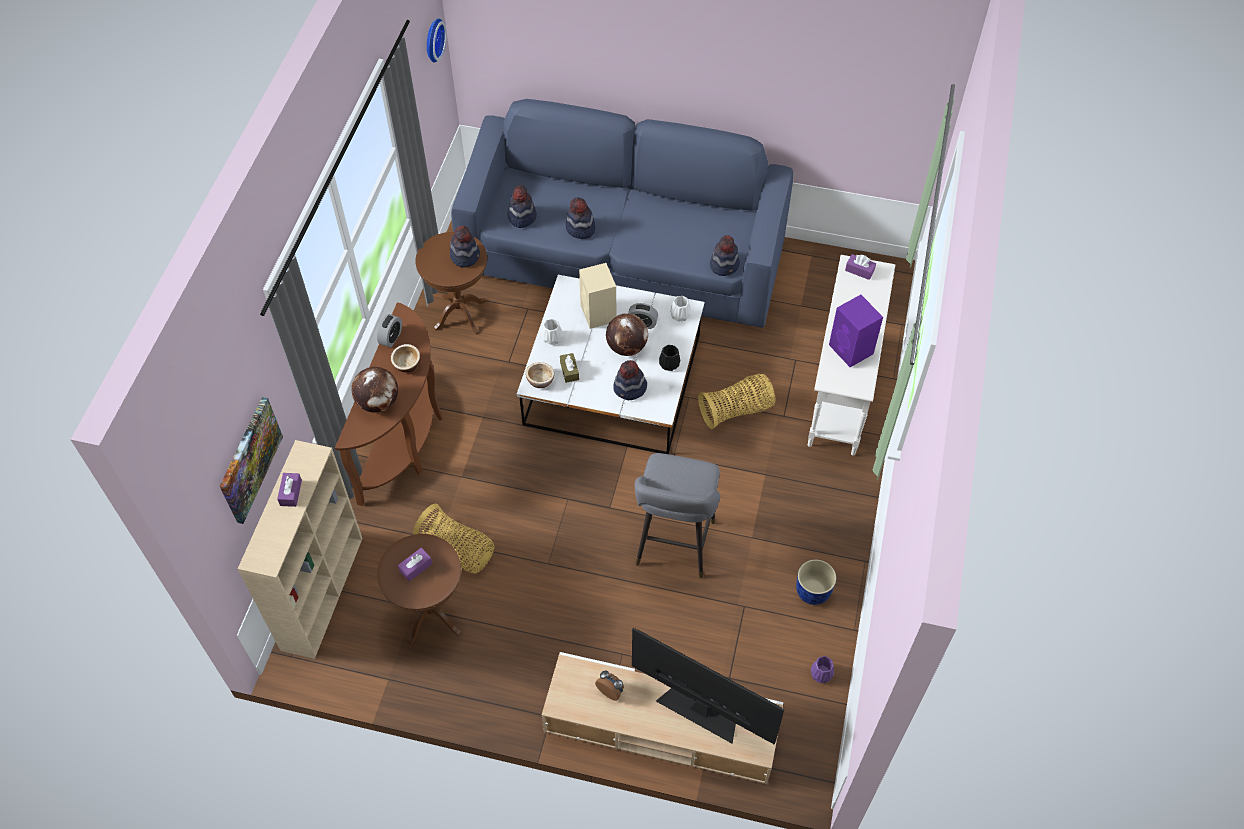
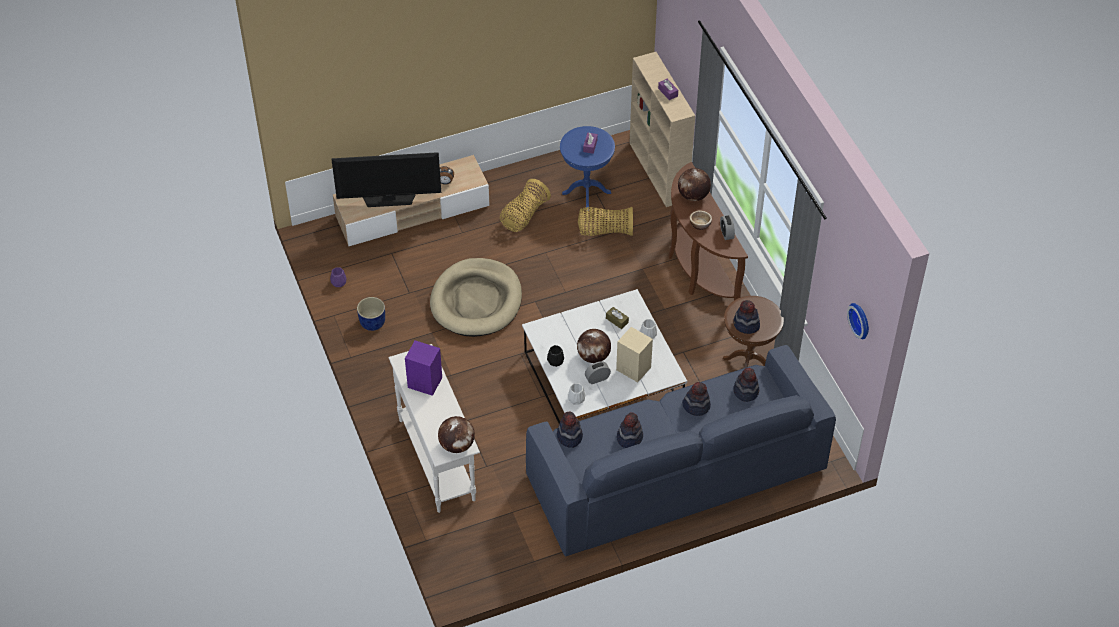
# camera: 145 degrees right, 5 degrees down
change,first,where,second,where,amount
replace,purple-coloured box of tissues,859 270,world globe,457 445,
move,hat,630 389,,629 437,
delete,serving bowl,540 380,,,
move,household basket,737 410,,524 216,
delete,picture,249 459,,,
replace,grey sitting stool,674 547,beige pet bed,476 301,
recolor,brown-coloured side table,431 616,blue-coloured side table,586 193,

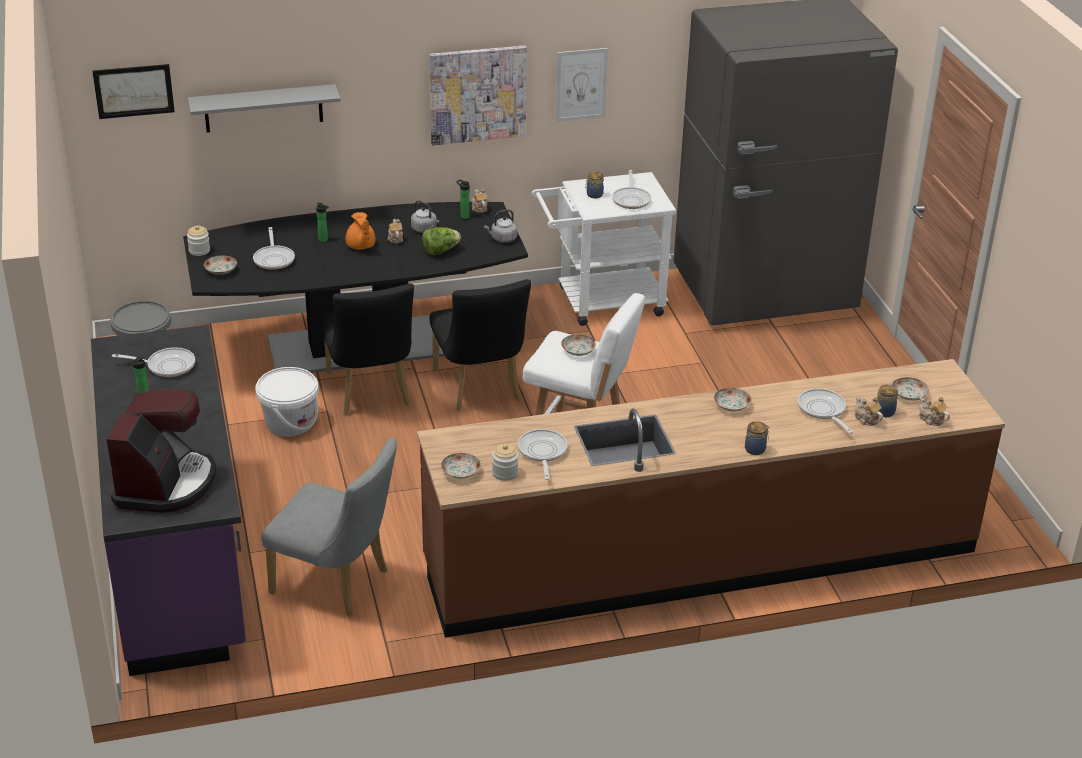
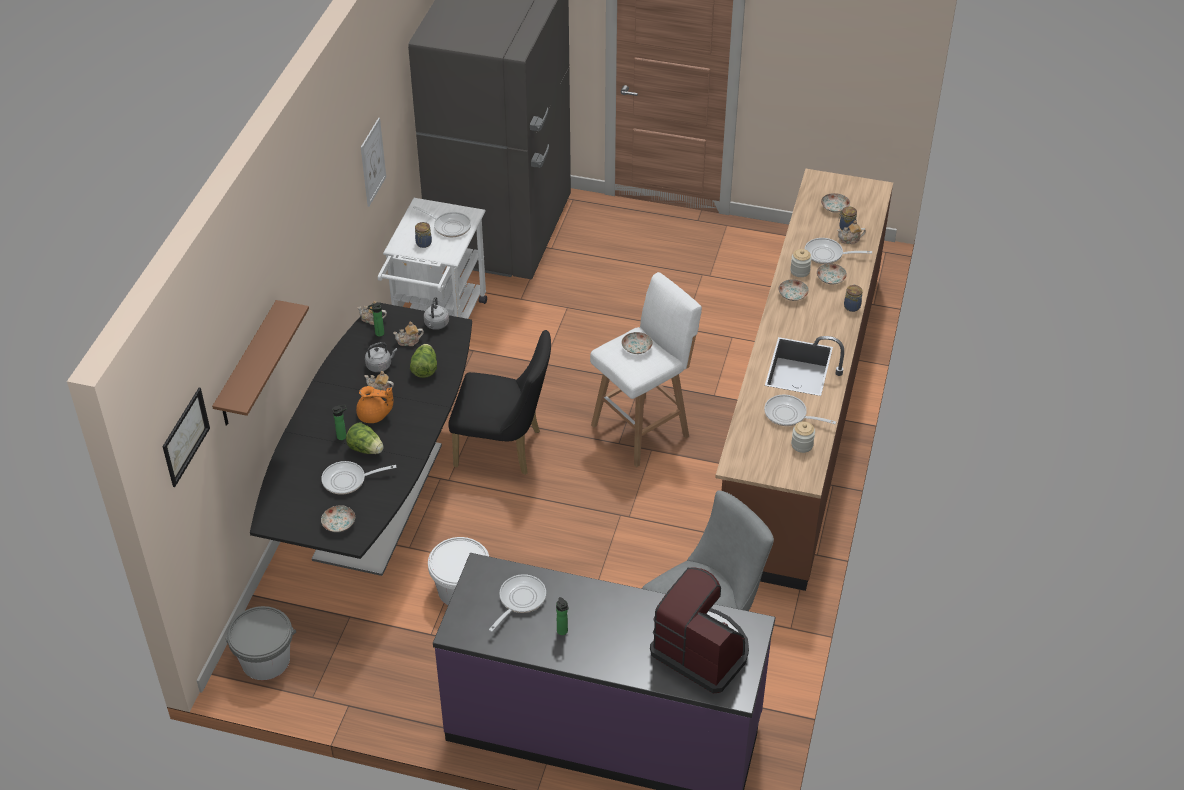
# camera: 60 degrees left, 10 degrees up
change,first,where,second,where,amount
delete,picture,477 94,,,
recolor,grey wall shelf,263 108,brown-coloured wall shelf,248 366,
move,preserve jar,199 251,,800 271,
rotate,frying pan,274 259,,348 480,150 degrees clockwise
delete,black-coloured upright chair,370 393,,,
move,tea pot,931 419,,409 341,
move,flat dish,461 472,,830 279,
insert,,,head of lettuce,366 449,

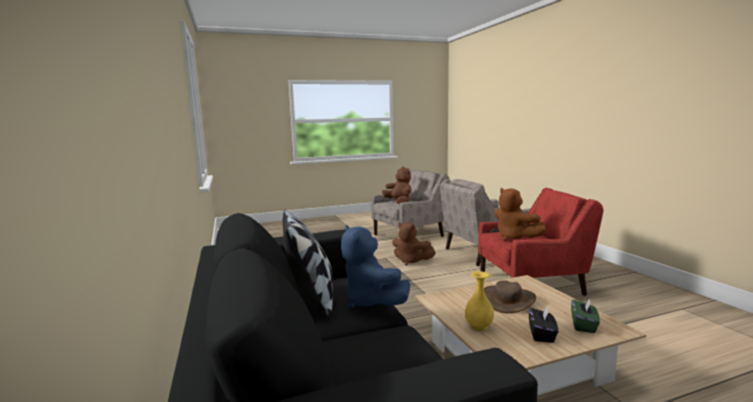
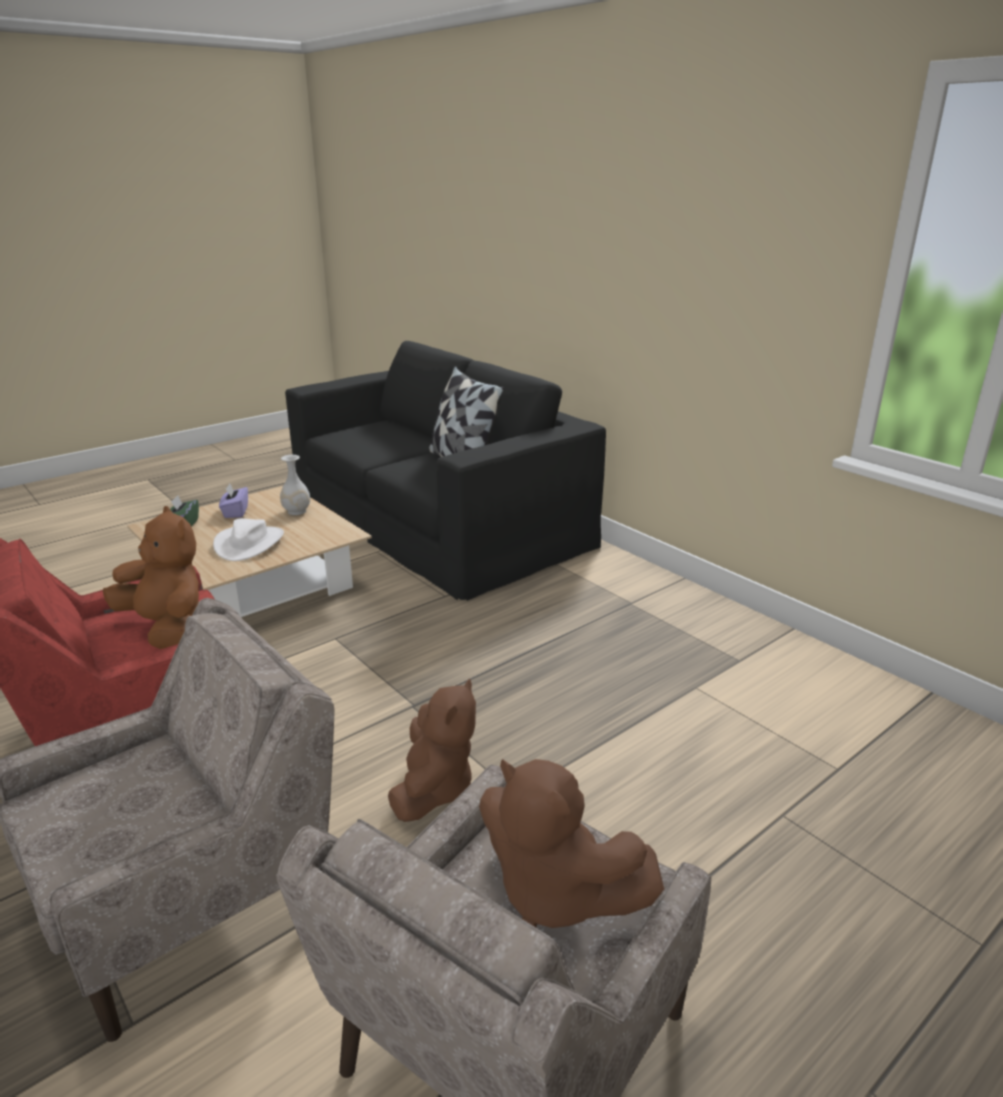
# camera: 160 degrees right, 15 degrees up
change,first,where,second,where,amount
rotate,brown-coloured soft toy,411 261,,434 788,90 degrees clockwise
delete,blue-coloured soft toy,371 301,,,
recolor,yellow-coloured flower vase,479 326,white-coloured flower vase,296 511,
recolor,brown-coloured hat,508 300,white-coloured hat,249 543,
recolor,black-coloured box of tissues,542 334,purple-coloured box of tissues,235 512,

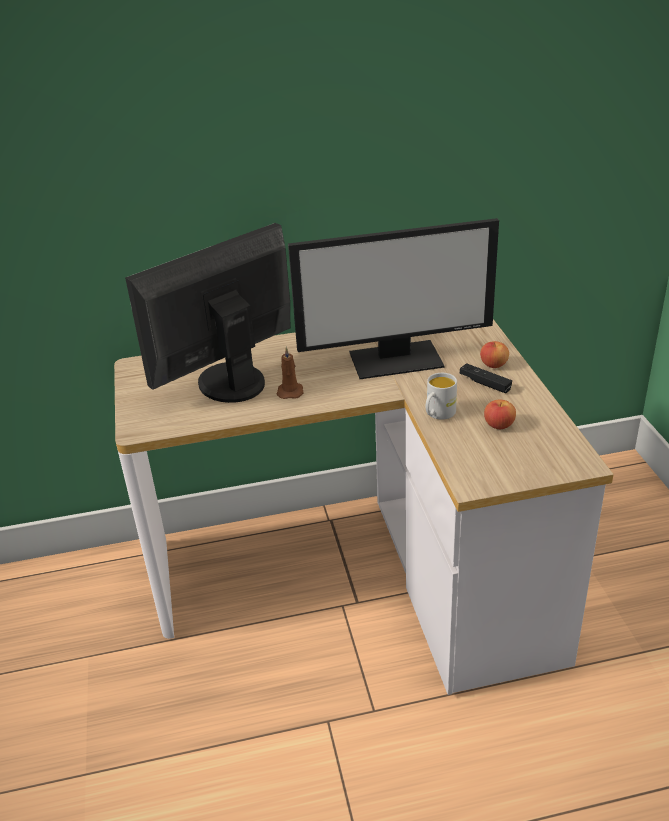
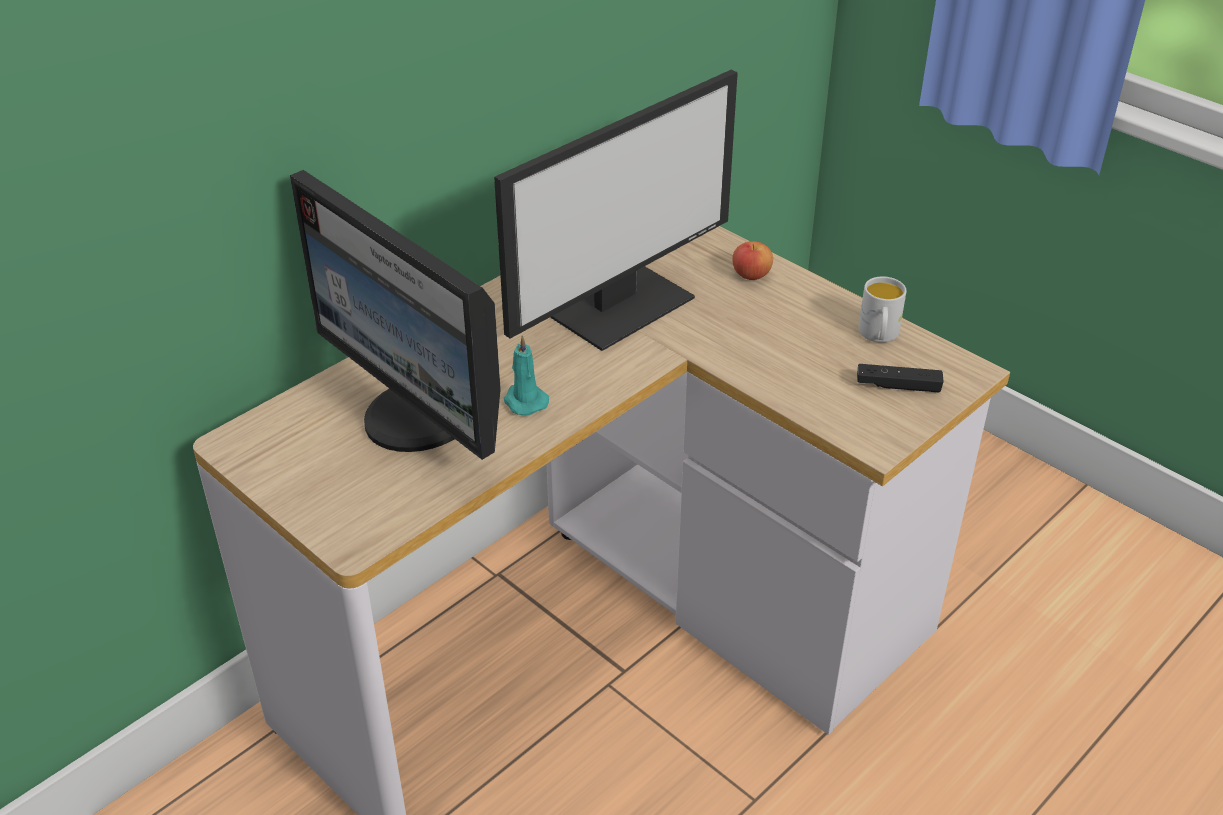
# camera: 35 degrees left, 5 degrees up
change,first,where,second,where,amount
rotate,computer display,229 382,,419 418,60 degrees counterclockwise
recolor,brown-coloured candle,290 391,turquoise candle,524 401,
move,black-coloured game controller,485 383,,898 386,
move,white-coloured mug,438 414,,878 336,
delete,apple fruit,499 425,,,

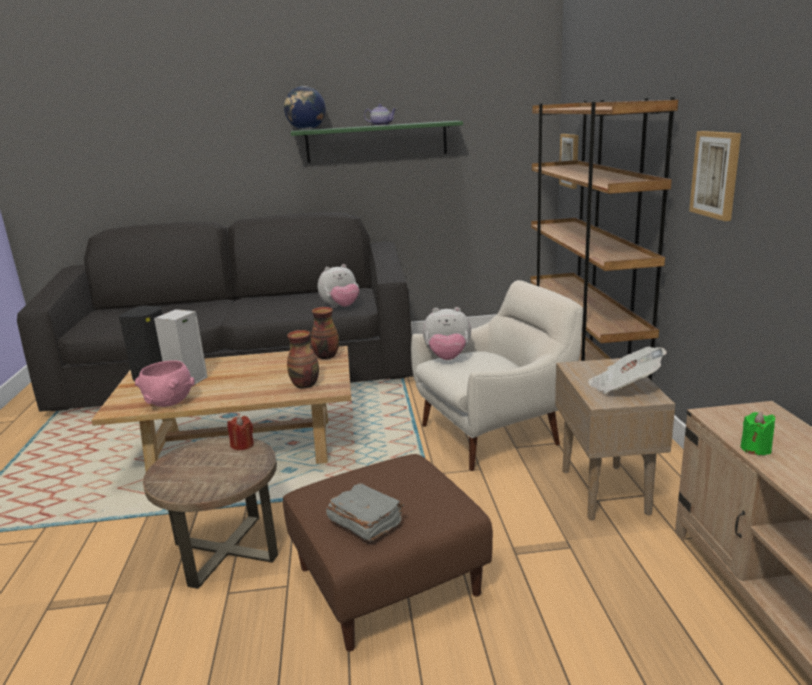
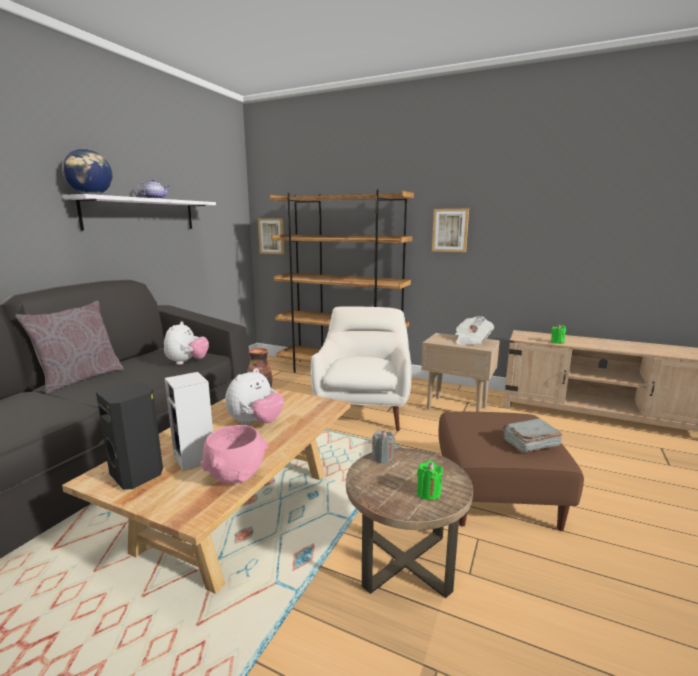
# camera: 60 degrees left, 5 degrees down
change,first,where,second,where,amount
recolor,green wall shelf,376 142,white-coloured wall shelf,141 214,
move,soft toy,447 358,,255 423,
delete,flower vase,305 385,,,
recolor,reddish candle,242 445,grey candle,382 458,
insert,,,grey pillow,80 379,
insert,,,green candle,428 493,

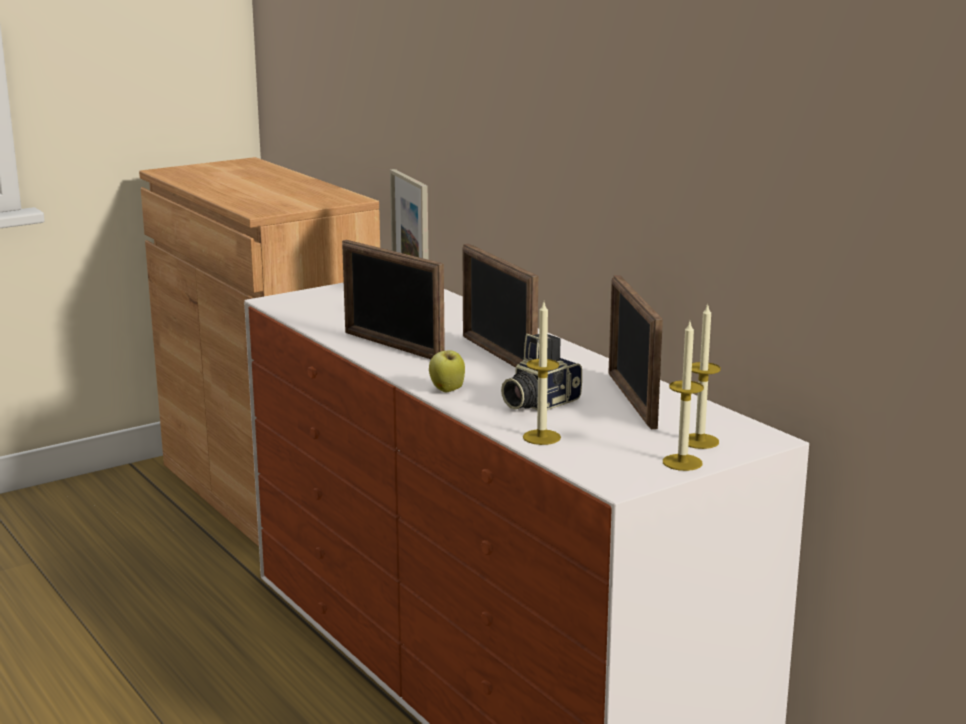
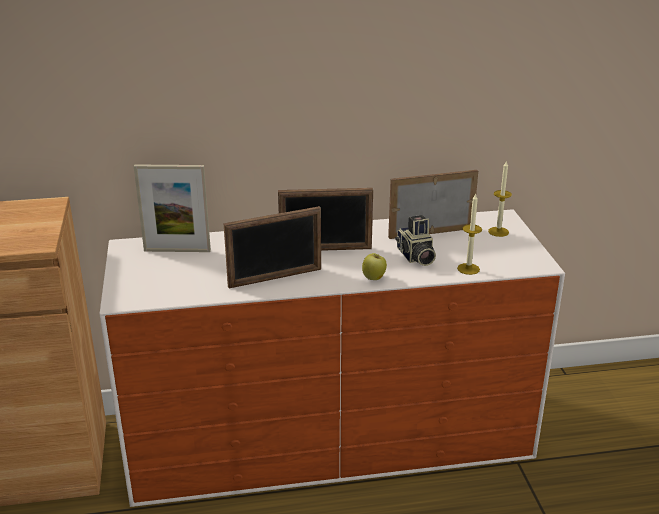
# camera: 65 degrees left, 10 degrees up
change,first,where,second,where,amount
rotate,standing frame,631 400,,430 232,150 degrees clockwise
delete,candle,682 462,,,

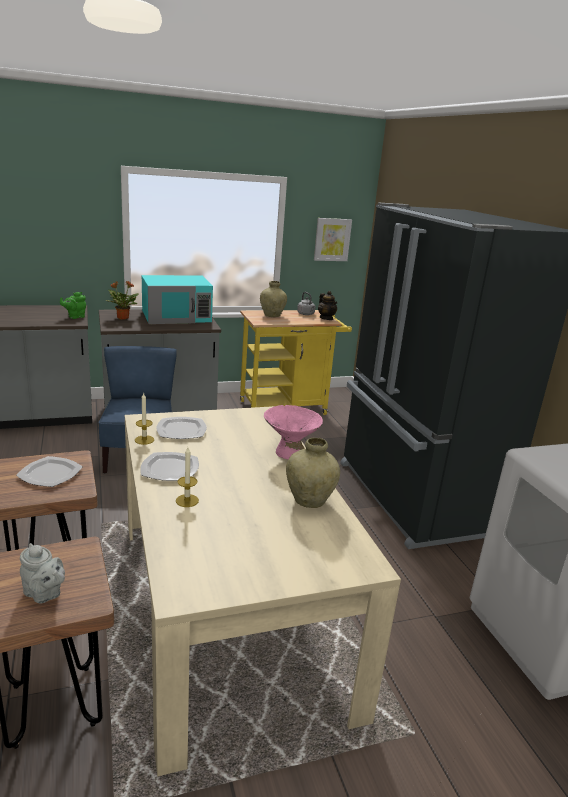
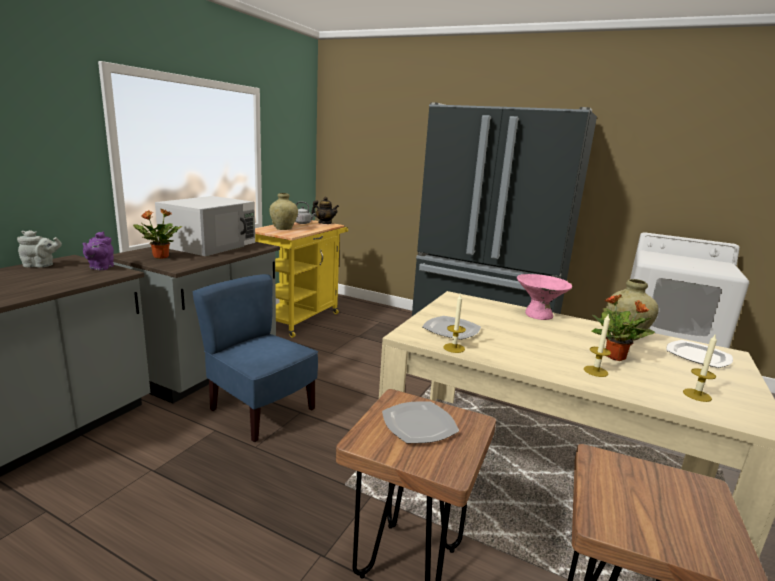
# camera: 45 degrees left, 5 degrees down
change,first,where,second,where,amount
delete,picture,332 239,,,
recolor,turquoise kitchen microwave,177 316,white-coloured kitchen microwave,210 244,
recolor,green tea pot,75 317,purple-coloured tea pot,100 268,
move,flat dish,170 469,,698 356,
move,grey tea pot,44 594,,41 266,
insert,,,plant in a pot,615 357,
insert,,,candle,697 395,

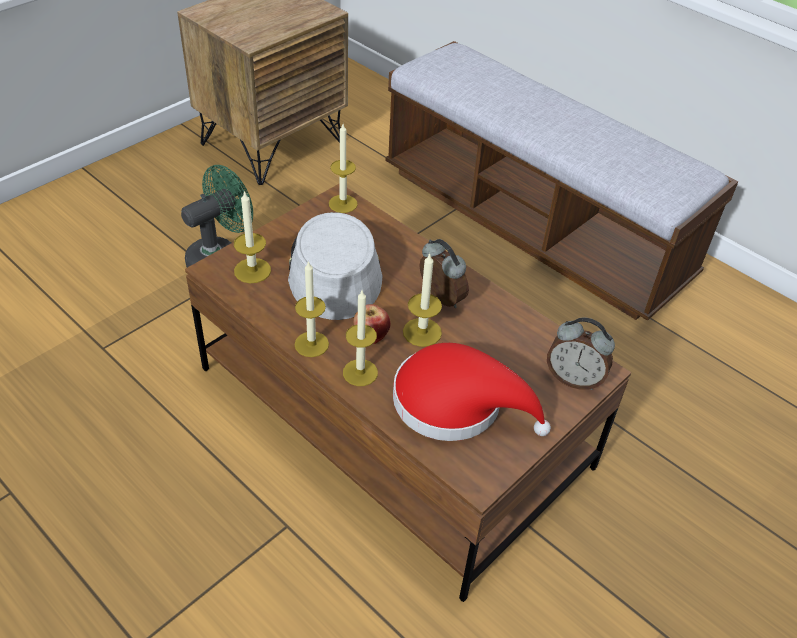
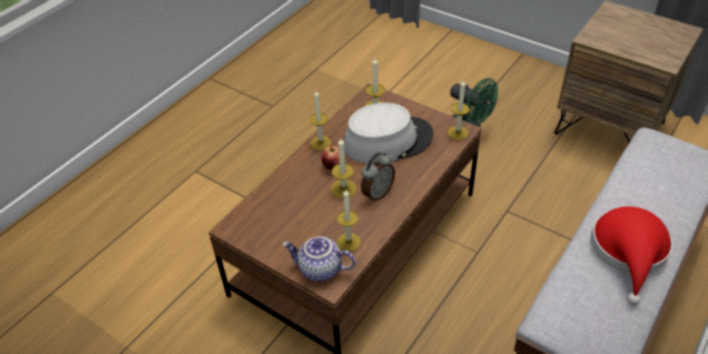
# camera: 85 degrees right, 0 degrees up
change,first,where,second,where,amount
move,candle,360 372,,348 242,
replace,table clock,574 379,tea pot,319 270,
move,reddish hat,457 403,,629 252,

